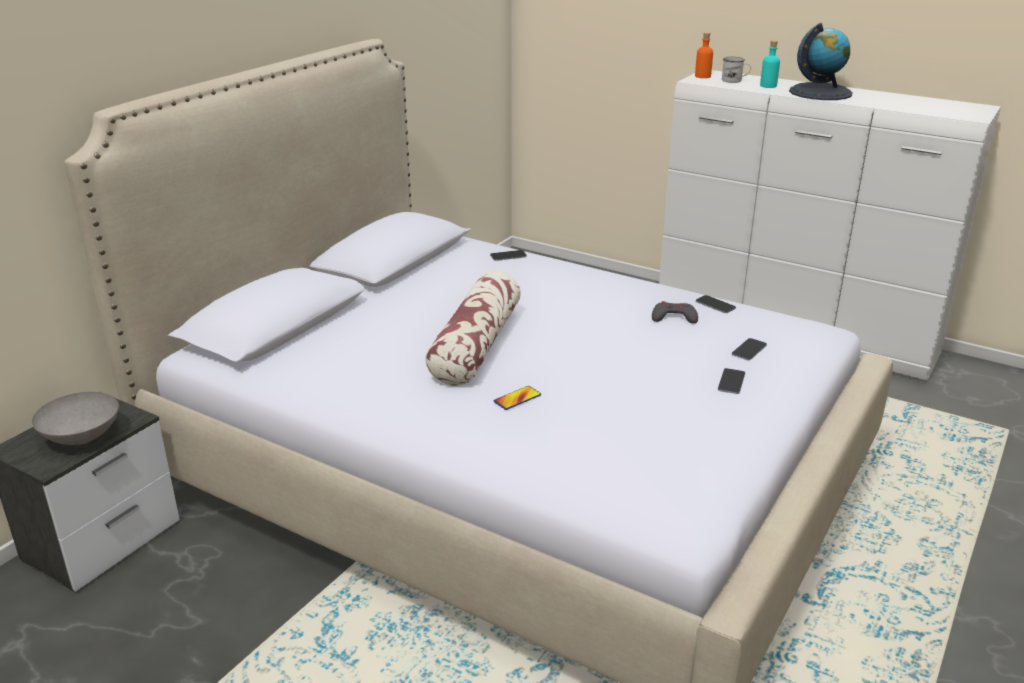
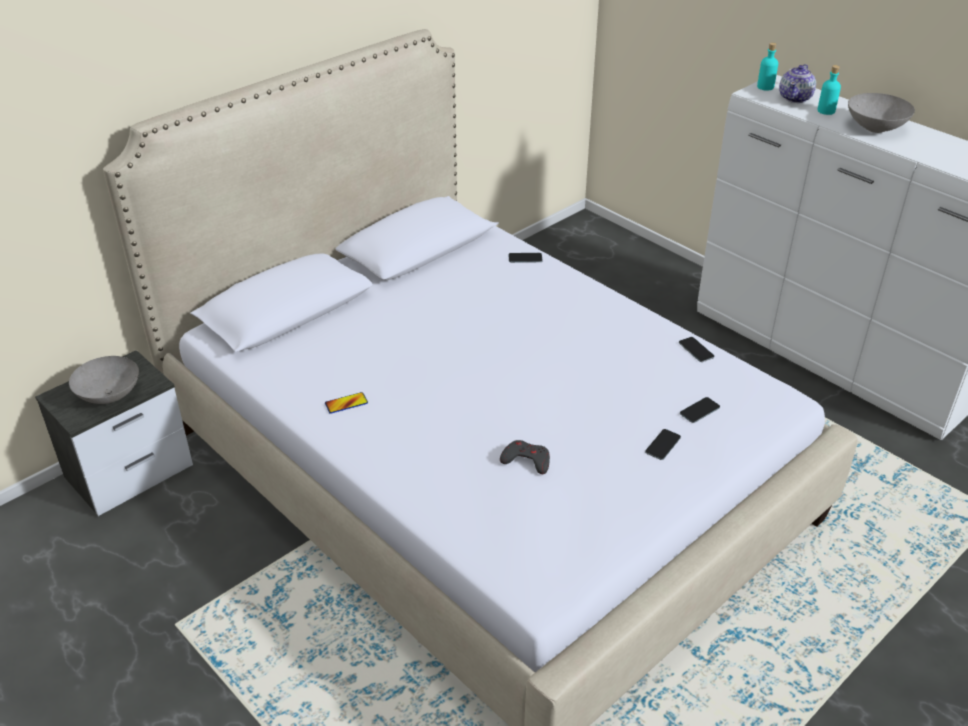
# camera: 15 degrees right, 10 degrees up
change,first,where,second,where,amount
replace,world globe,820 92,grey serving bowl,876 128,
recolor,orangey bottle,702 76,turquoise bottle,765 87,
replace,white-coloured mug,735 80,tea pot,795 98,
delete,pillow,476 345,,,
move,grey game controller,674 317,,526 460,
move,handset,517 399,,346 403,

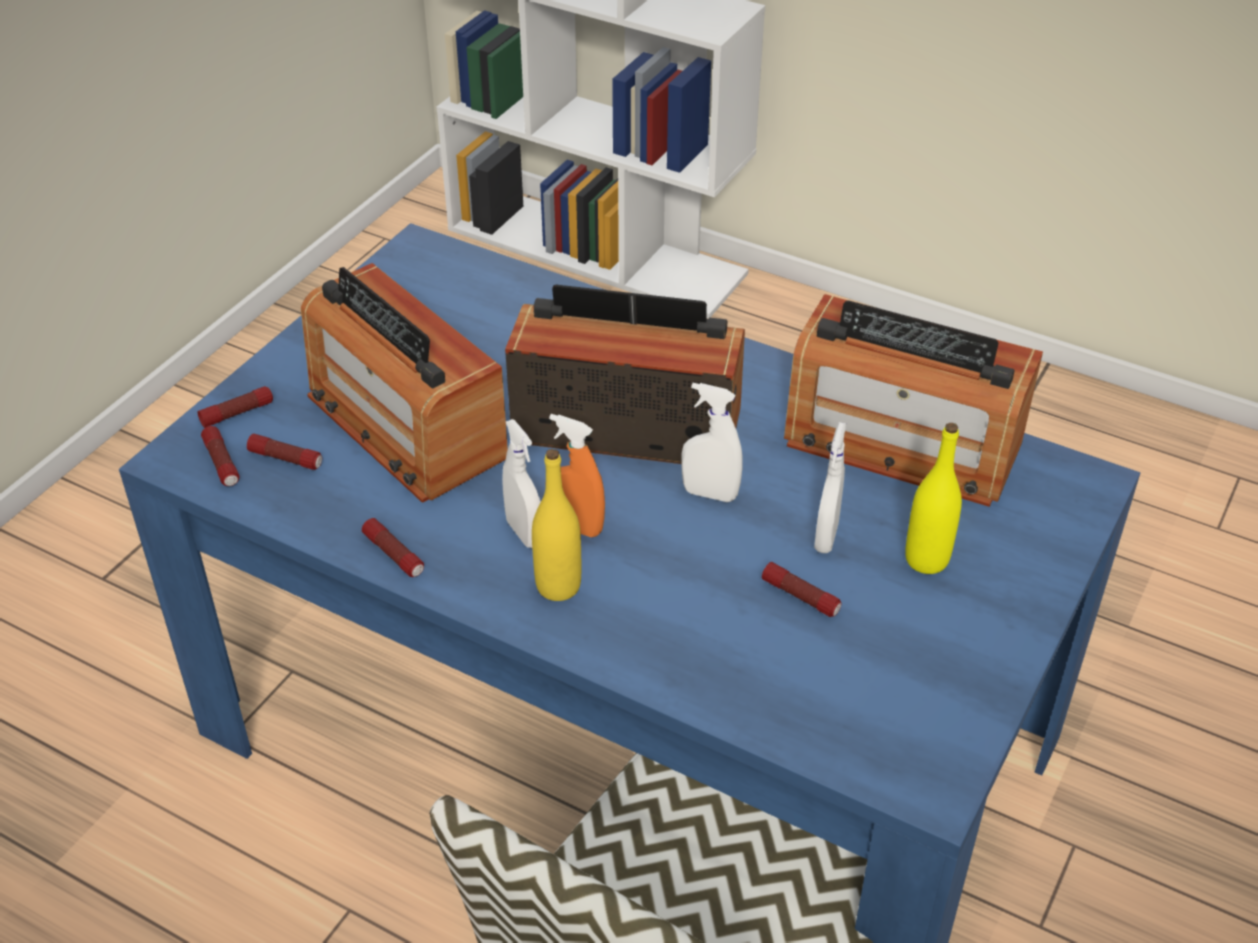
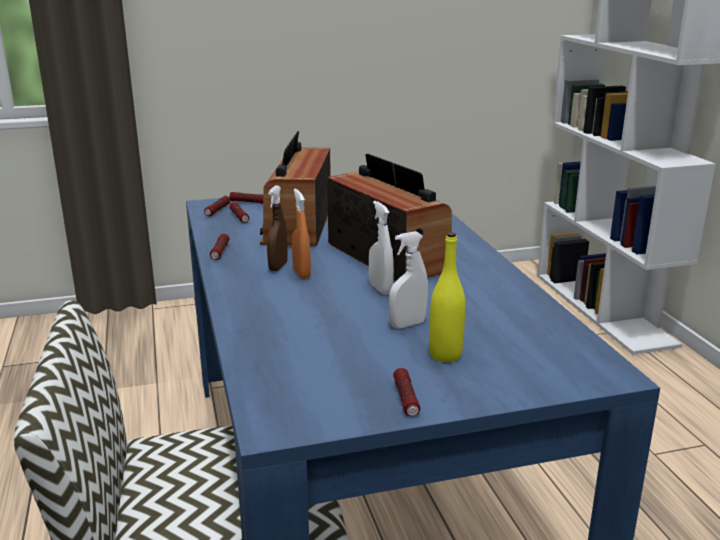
# camera: 45 degrees right, 20 degrees down
change,first,where,second,where,amount
delete,radio,901 443,,,
recolor,white-coloured spray bottle,524 533,brown-coloured spray bottle,278 266,
delete,yellow-coloured bottle,558 586,,,
move,hand torch,800 596,,406 399,

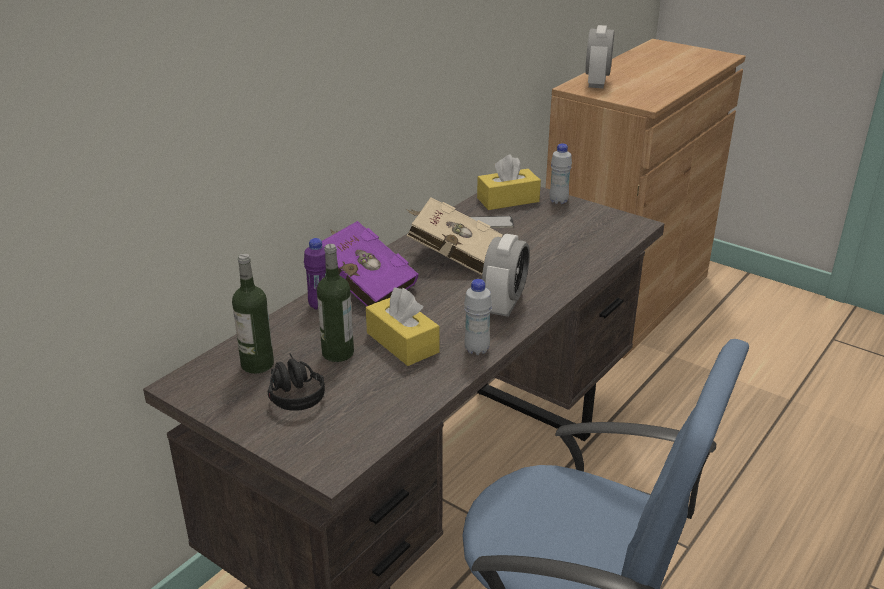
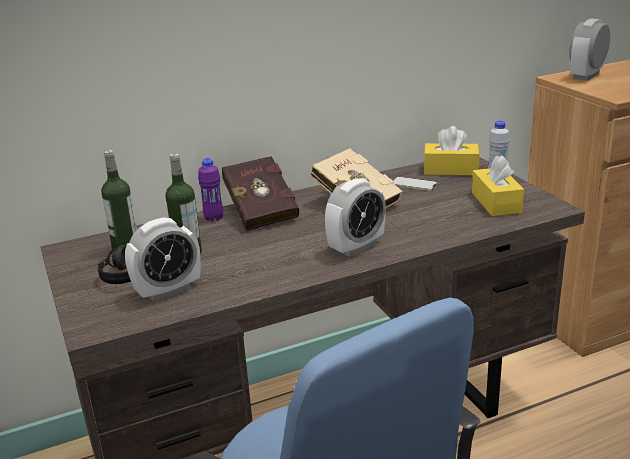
# camera: 30 degrees right, 5 degrees down
change,first,where,second,where,amount
recolor,purple-coloured volume,363 285,reddish volume,261 211,
delete,white-coloured bottle,477 349,,,
move,yellow-coloured box of tissues,402 342,,496 202,
insert,,,table clock,168 290,

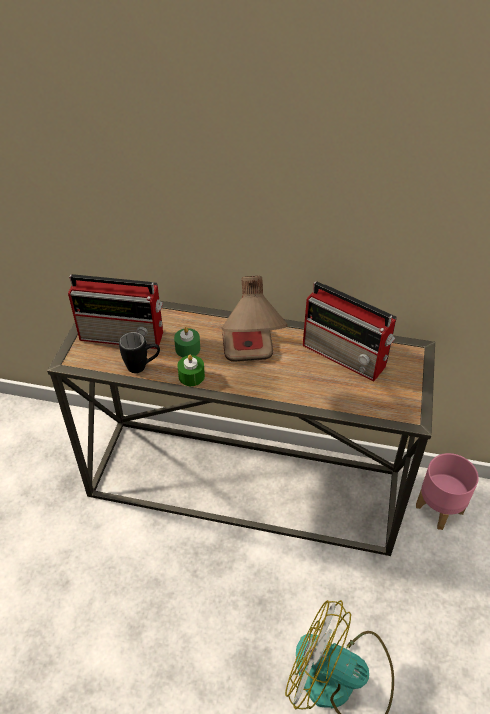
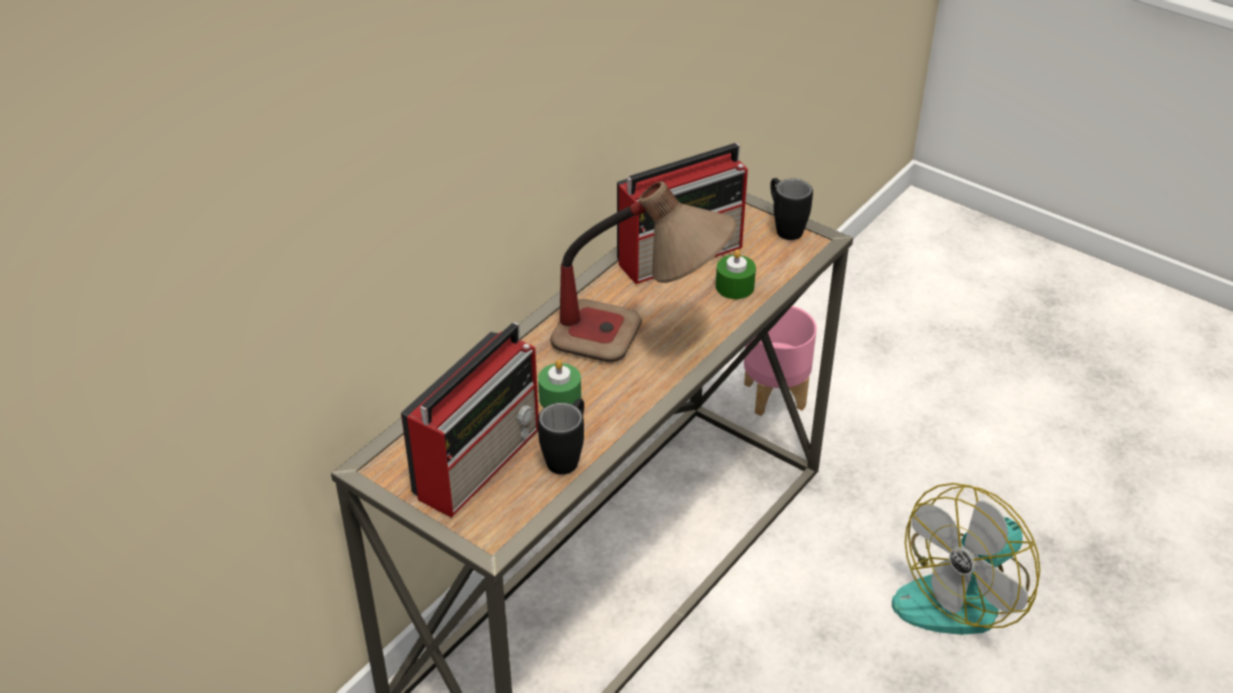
# camera: 65 degrees left, 5 degrees down
change,first,where,second,where,amount
move,green candle,191 376,,734 286,
insert,,,black-coloured mug,784 227,

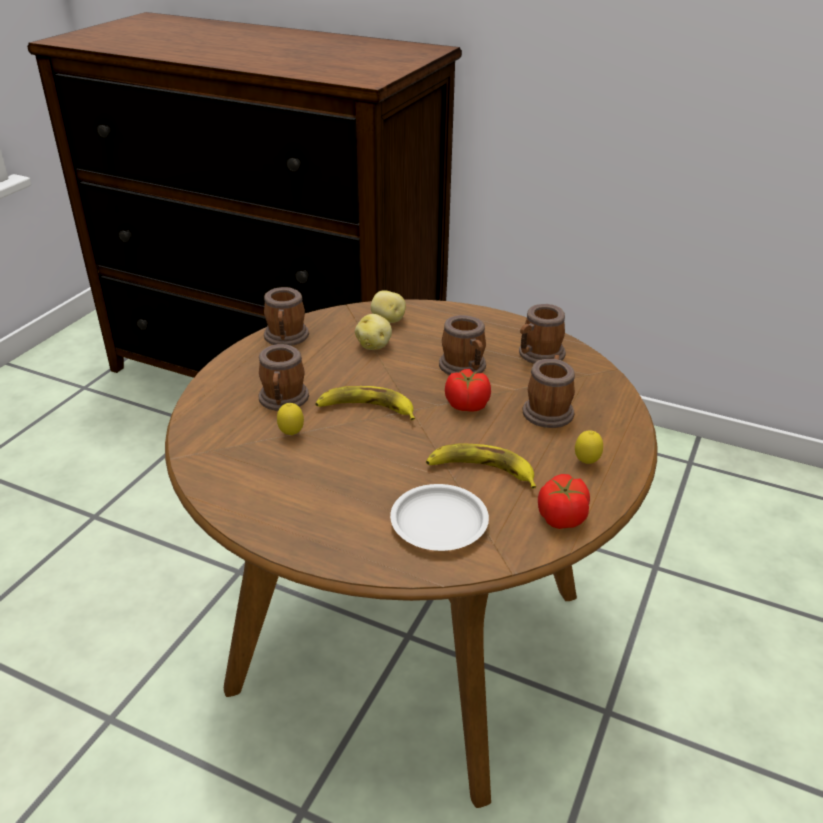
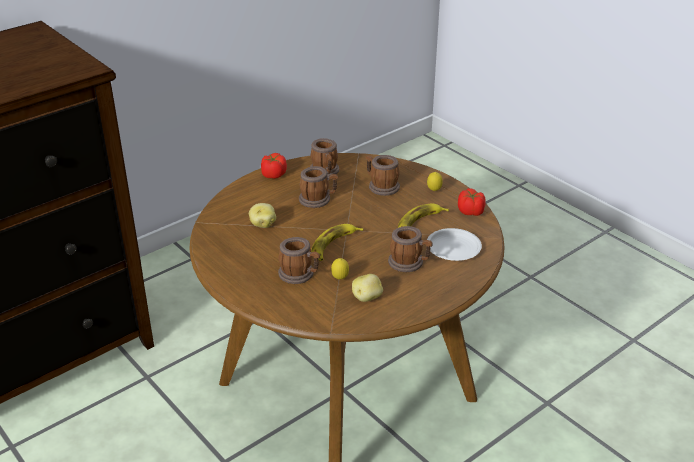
# camera: 65 degrees left, 0 degrees up
change,first,where,second,where,amount
move,mug,286 338,,409 263,
move,potato,388 320,,367 298,
move,whole tomato,466 405,,273 175,

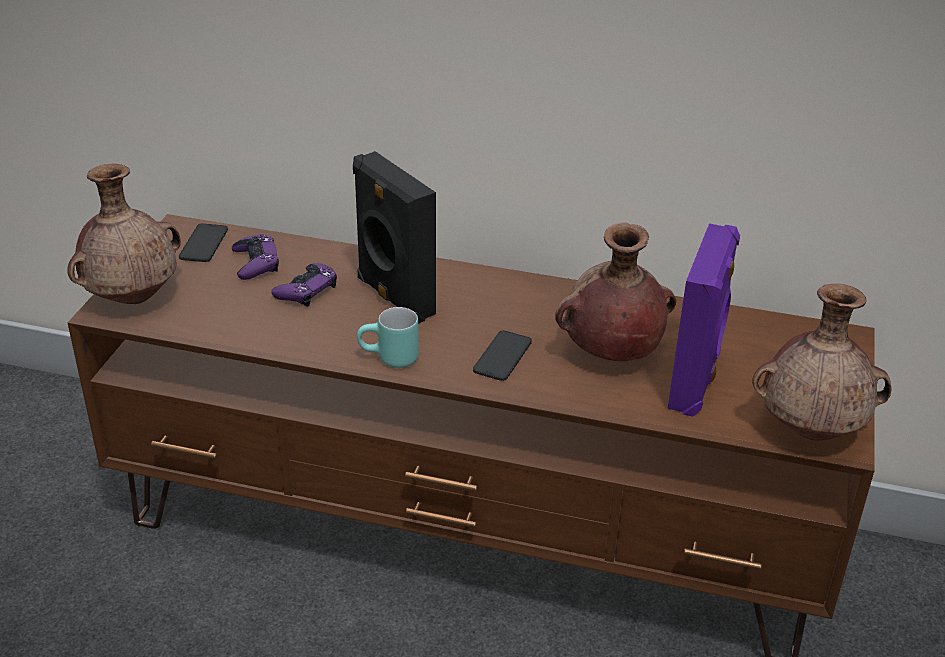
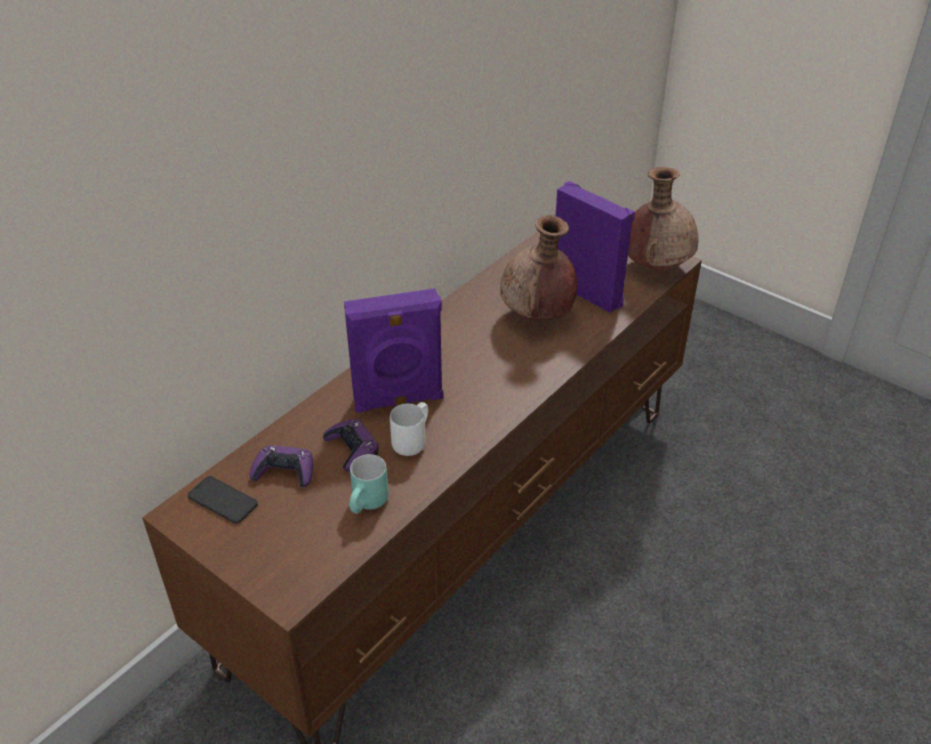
# camera: 65 degrees left, 5 degrees up
change,first,where,second,where,amount
recolor,black-coloured audio speaker,393 297,purple-coloured audio speaker,398 401,
delete,brown-coloured flower vase,134 297,,,
move,turquoise mug,389 360,,369 505,
delete,handset,502 356,,,
insert,,,white-coloured mug,410 440,

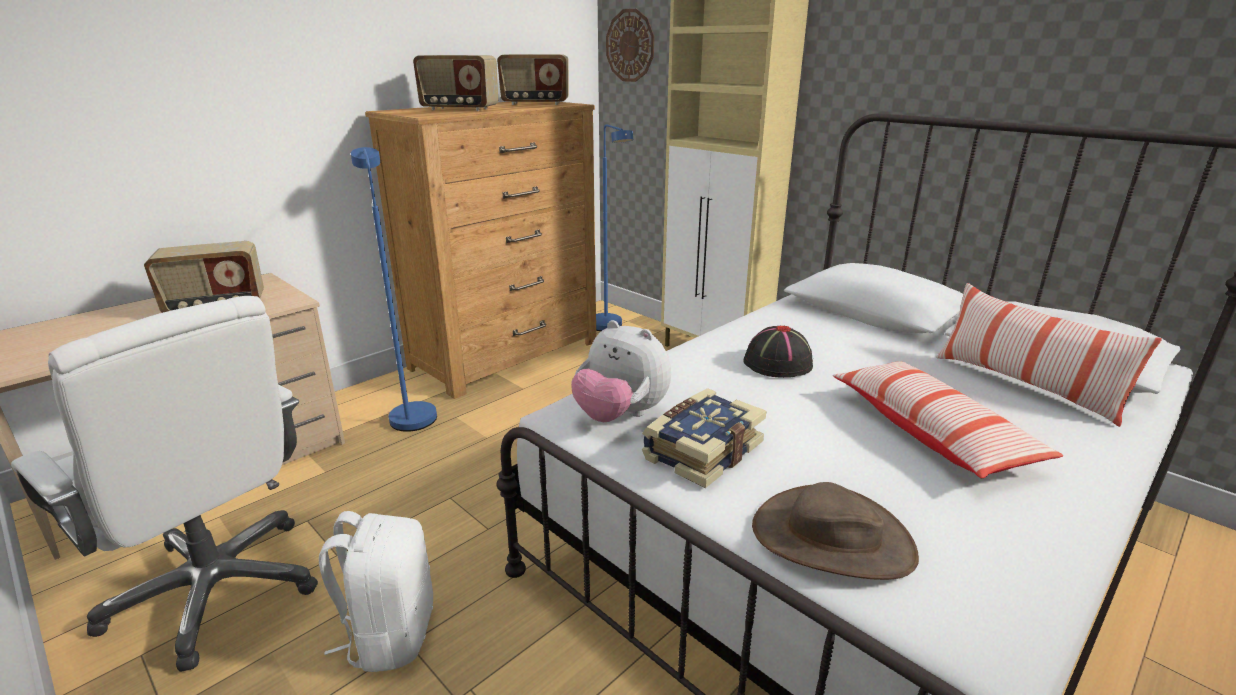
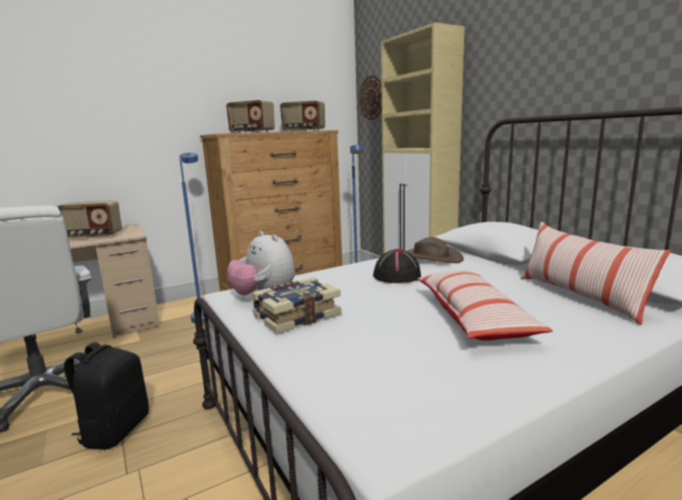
# camera: 15 degrees right, 10 degrees down
change,first,where,second,where,amount
move,brown-coloured hat,832 539,,430 257,
recolor,white-coloured knapsack,390 634,black-coloured knapsack,115 430,

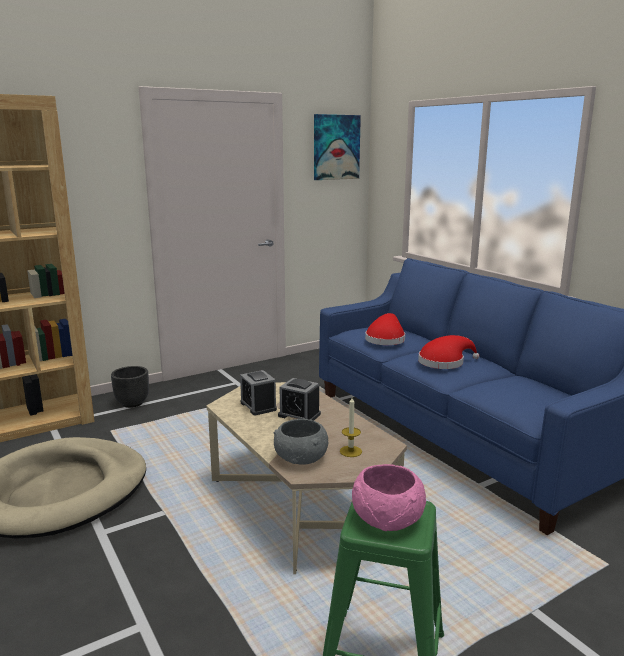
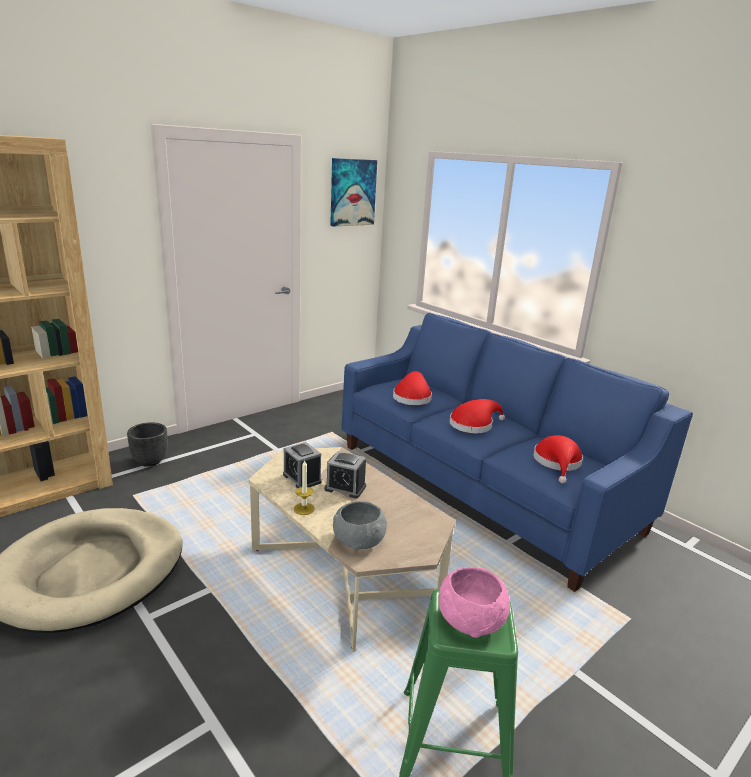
# camera: 10 degrees left, 5 degrees up
change,first,where,second,where,amount
move,candle,350 451,,304 509,
insert,,,reddish hat,557 463,

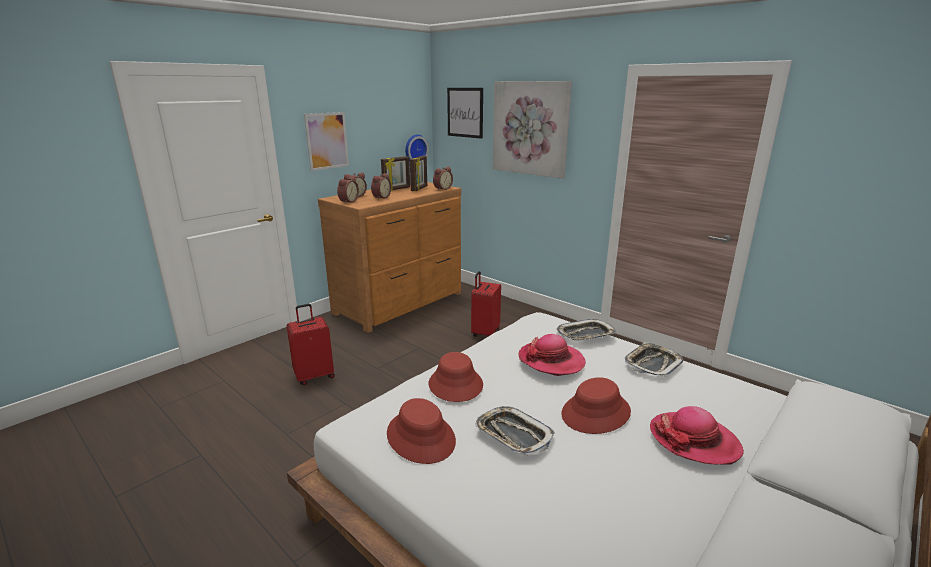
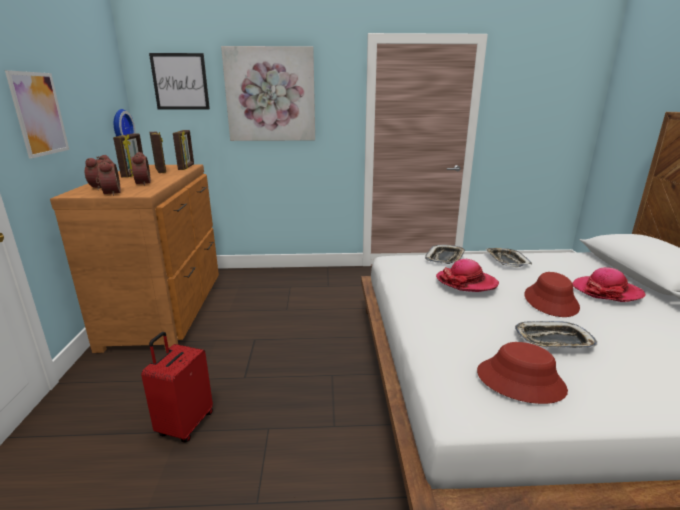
# camera: 45 degrees left, 0 degrees up
change,first,where,second,where,amount
replace,table clock,442 189,standing frame,187 167,
delete,reddish travel case,485 333,,,
delete,reddish hat,455 384,,,

